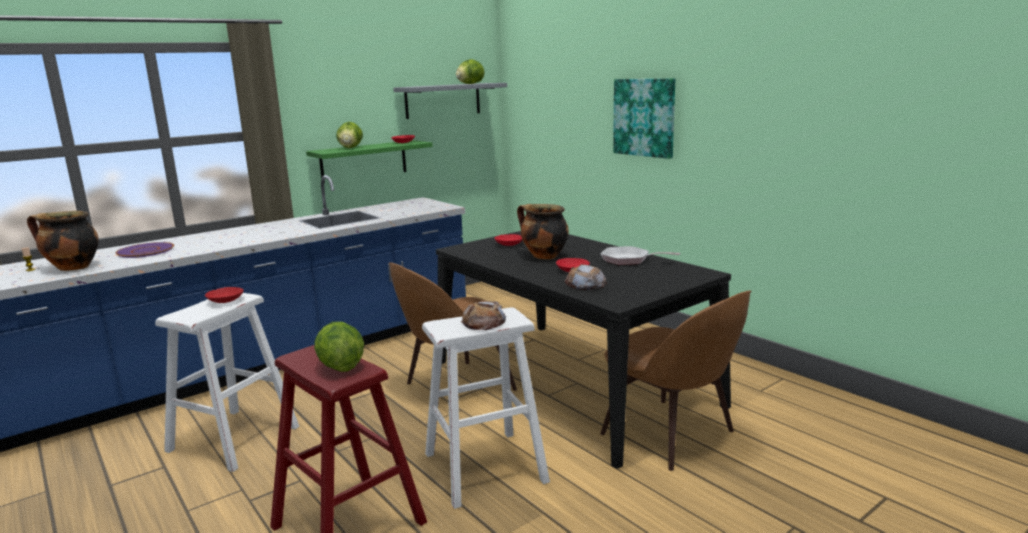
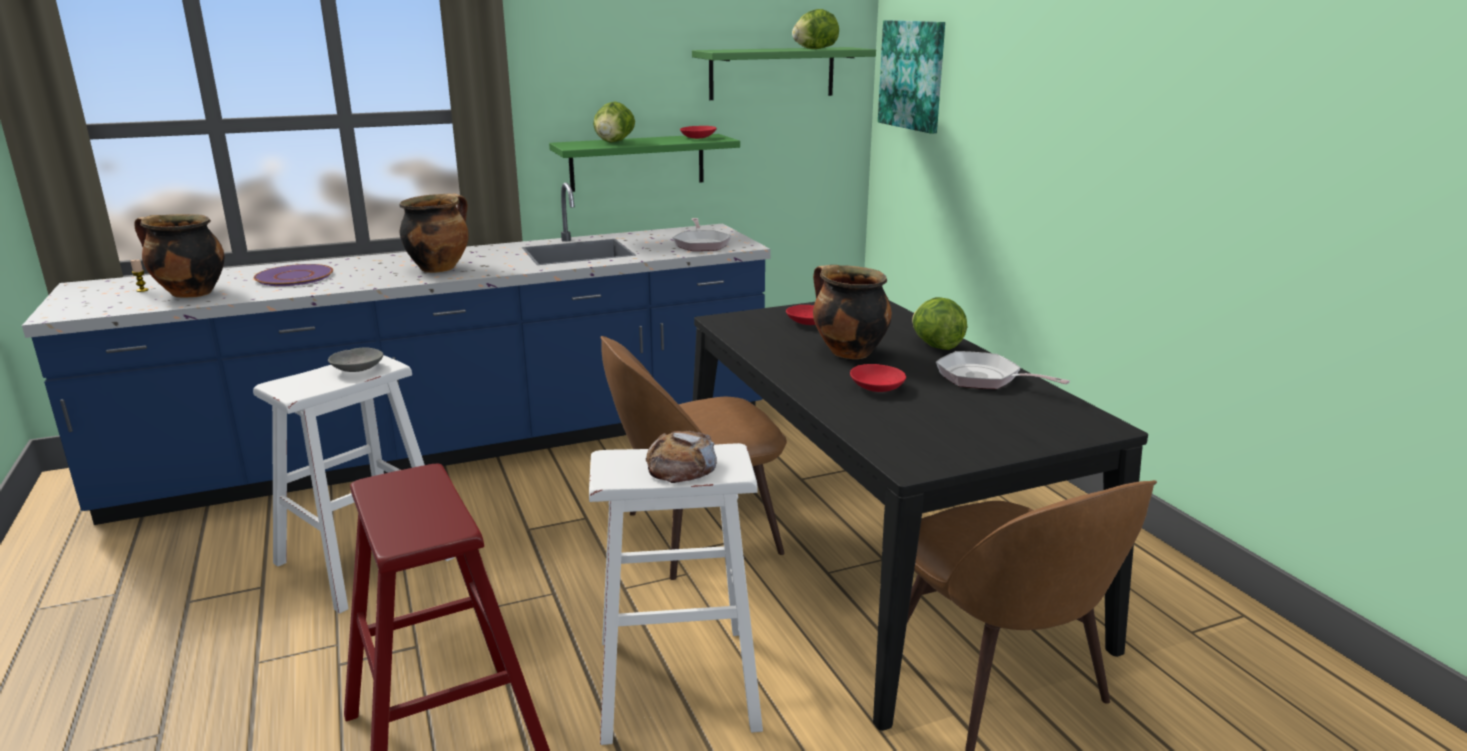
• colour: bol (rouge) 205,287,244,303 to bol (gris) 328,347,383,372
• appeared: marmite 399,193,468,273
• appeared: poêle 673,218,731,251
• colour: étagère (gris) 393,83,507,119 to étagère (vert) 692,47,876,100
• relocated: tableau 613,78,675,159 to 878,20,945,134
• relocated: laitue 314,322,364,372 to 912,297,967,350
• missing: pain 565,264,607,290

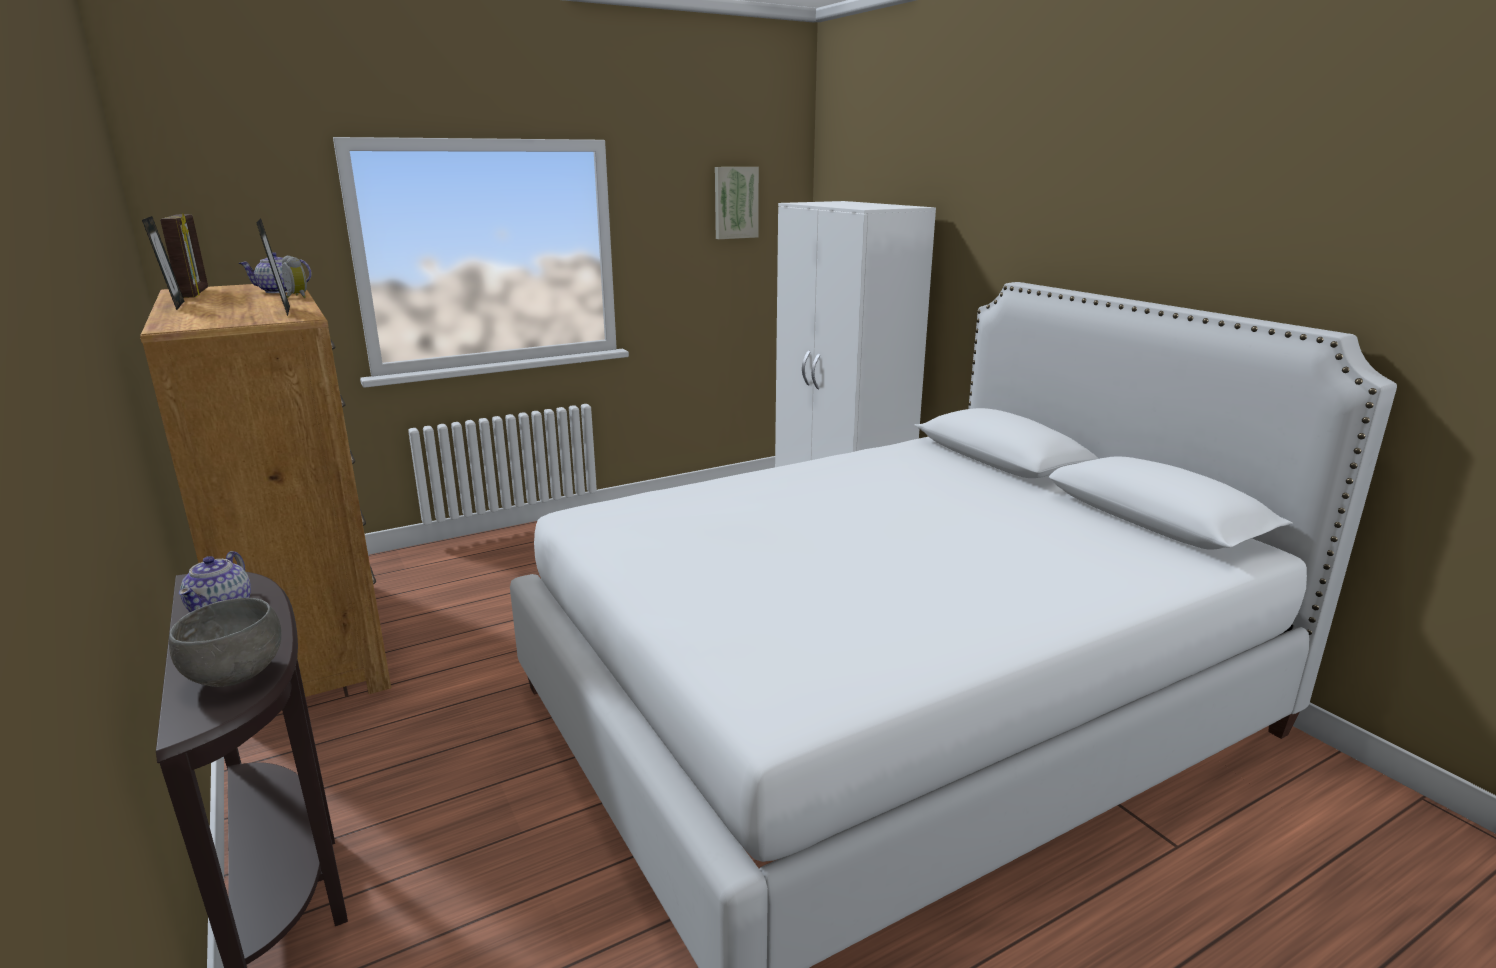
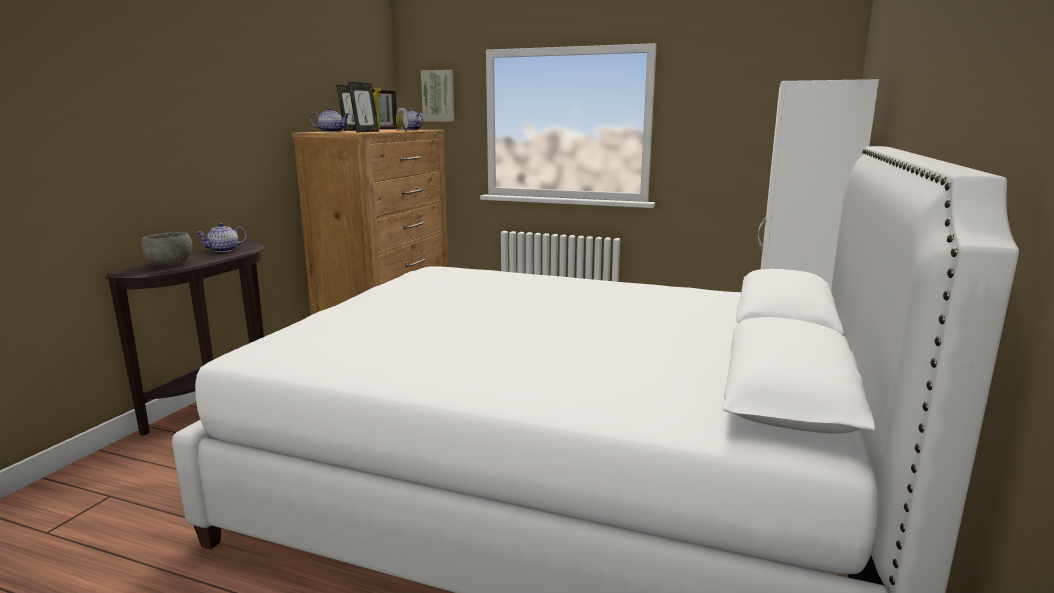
• appeared: théière 310,108,349,132
• relocated: tableau 715,167,759,239 to 421,70,454,121

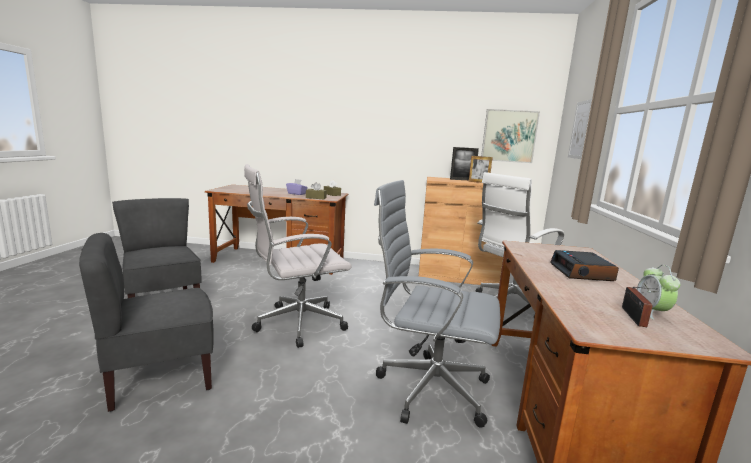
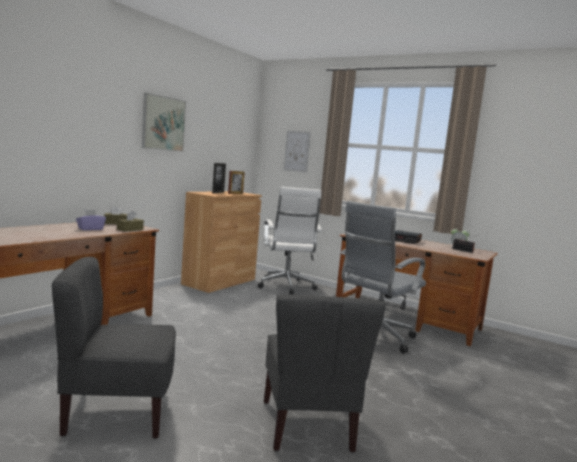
• relocated: tableau 481,109,540,163 to 142,92,186,152
• missing: chaise de bureau (blanc) 244,164,352,348

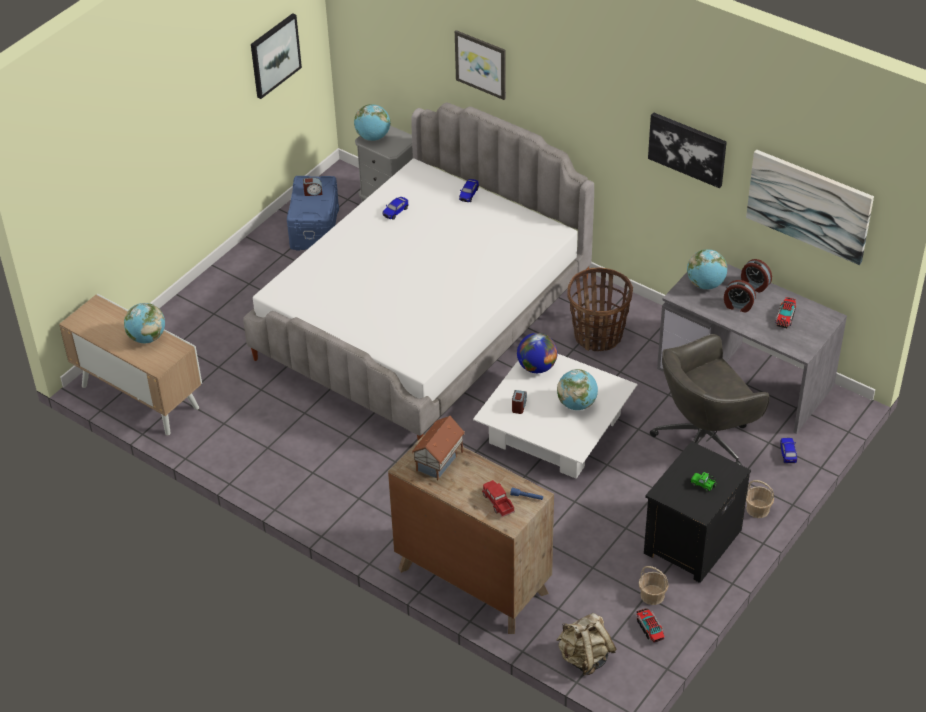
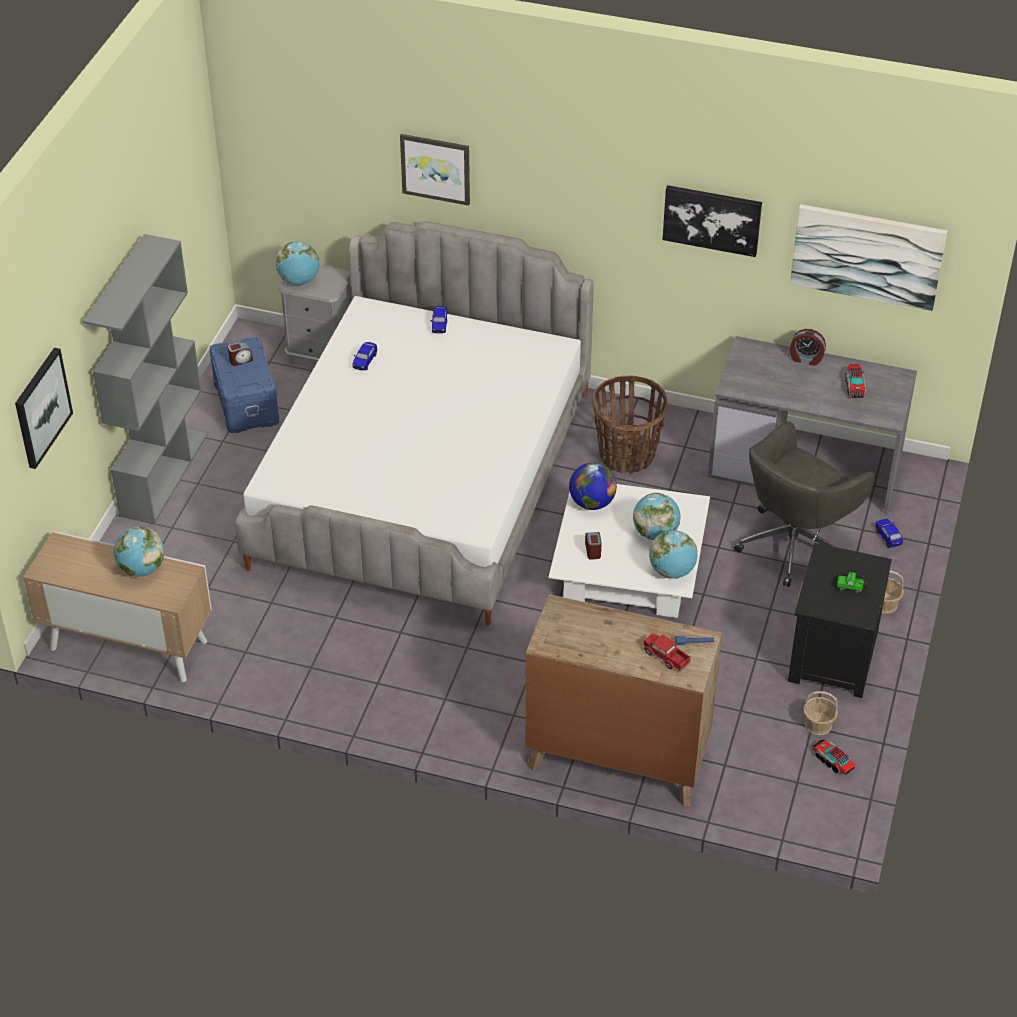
• relocated: tableau 251,13,302,99 to 15,348,73,469
• appeared: bibliothèque (gris) 83,234,207,524
• relocated: globe 687,249,727,290 to 649,530,698,579
• missing: maison miniature 411,416,465,480
• missing: sac à dos (beige) 557,613,617,675
• missing: réveil 724,280,756,313

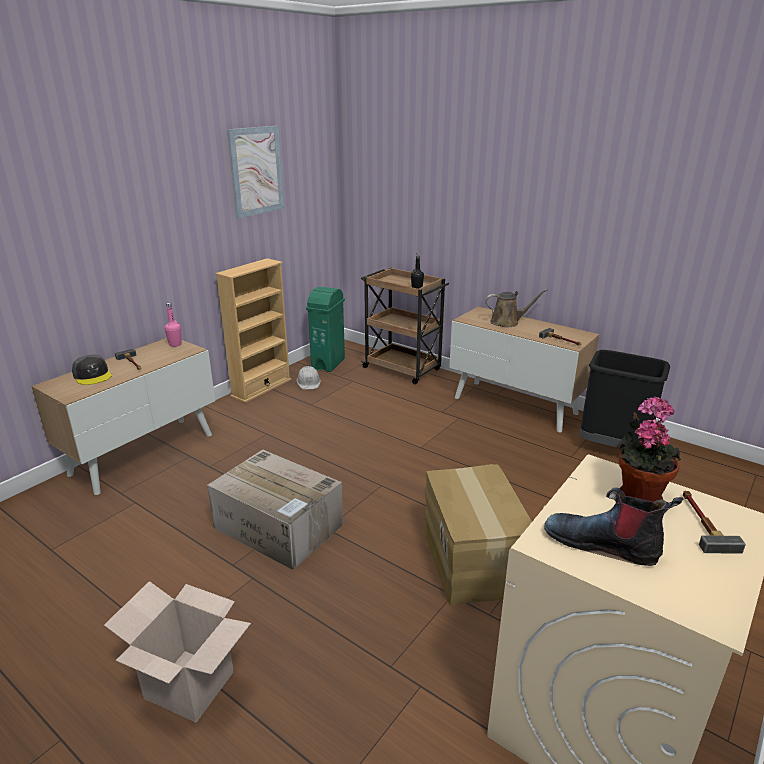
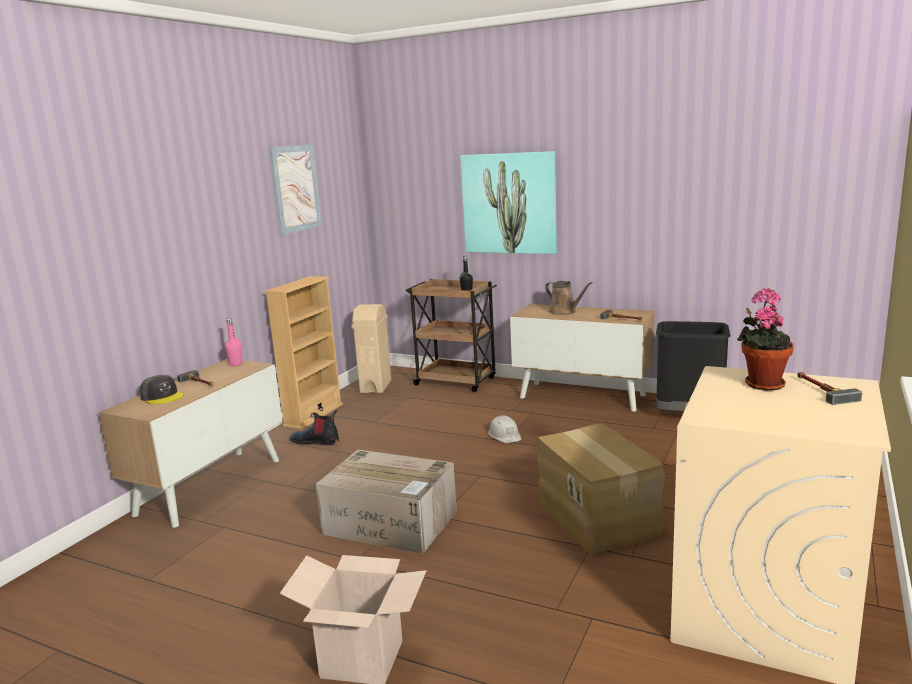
• relocated: botte 544,488,683,566 to 290,410,339,445
• colour: poubelle (vert) 306,287,345,372 to poubelle (beige) 351,304,391,393
• appeared: tableau 460,151,557,254
• relocated: casque de chantier (blanc) 297,366,321,390 to 488,415,521,443
• spun: arrosoir (marron) 485,289,548,327 = 545,281,593,315 60 degrees clockwise

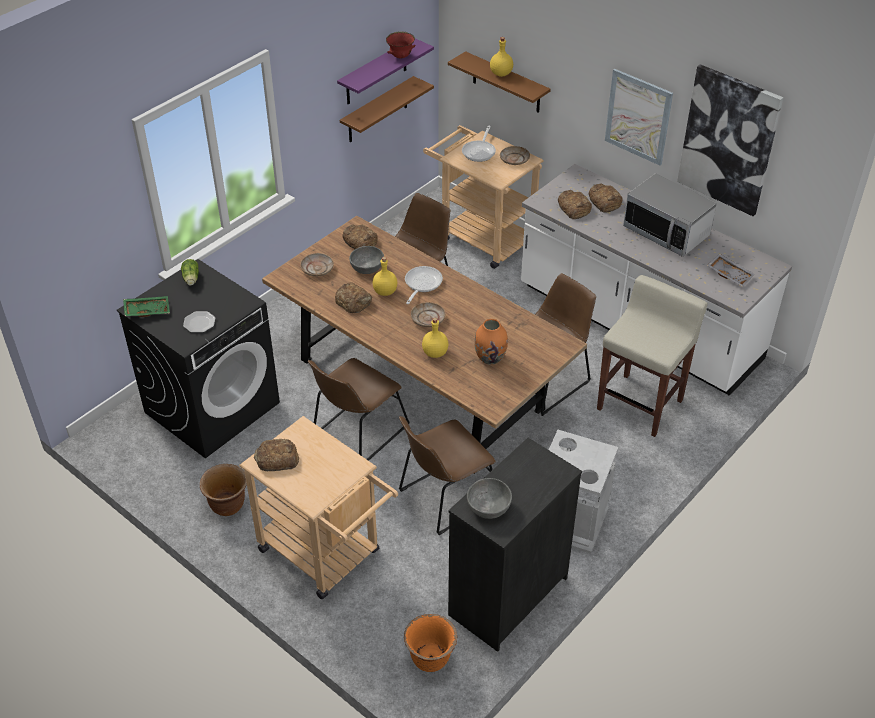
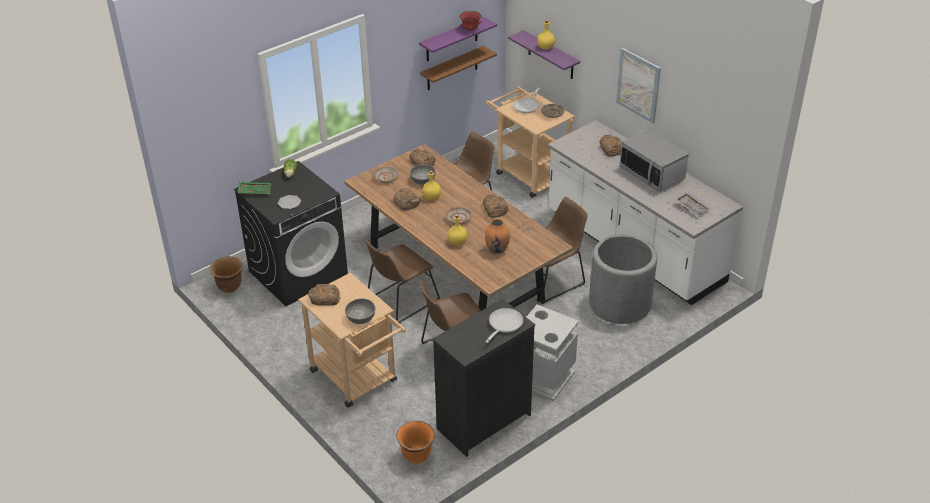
• relocated: cache-pot (marron) 200,464,247,516 to 210,256,243,293
• relocated: bol (gris) 467,478,512,519 to 345,298,375,324
• relocated: pain 558,190,592,219 to 483,194,508,218
• relocated: poêle 405,266,443,304 to 485,308,523,343
• colour: étagère (marron) 448,51,551,113 to étagère (violet) 508,30,580,79
• exchanged: tabouret (beige) 597,275,708,437 to cache-pot (gris) 589,235,657,324
• missing: tableau 677,64,784,216

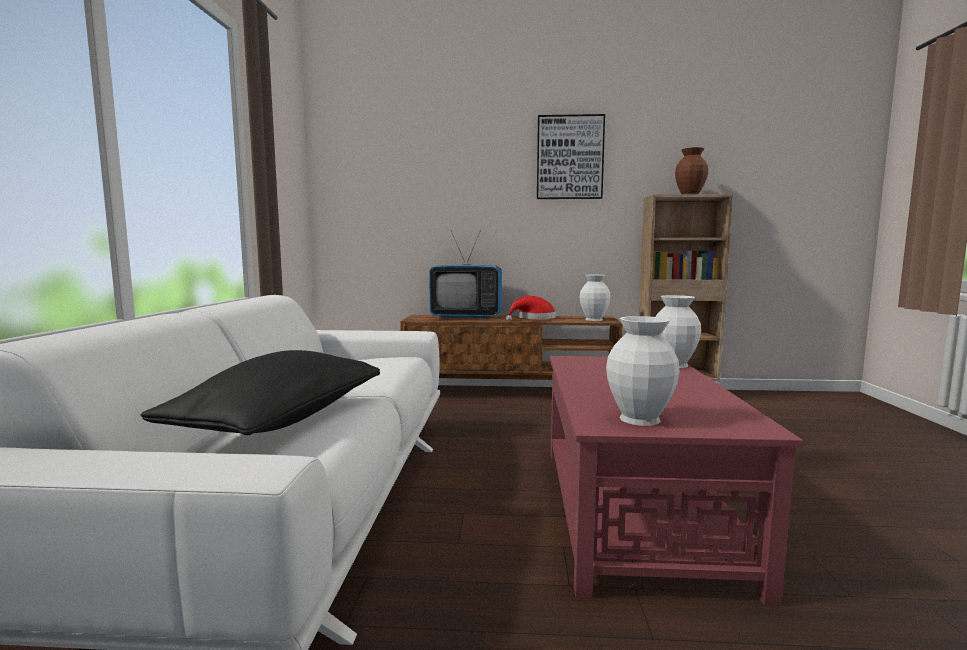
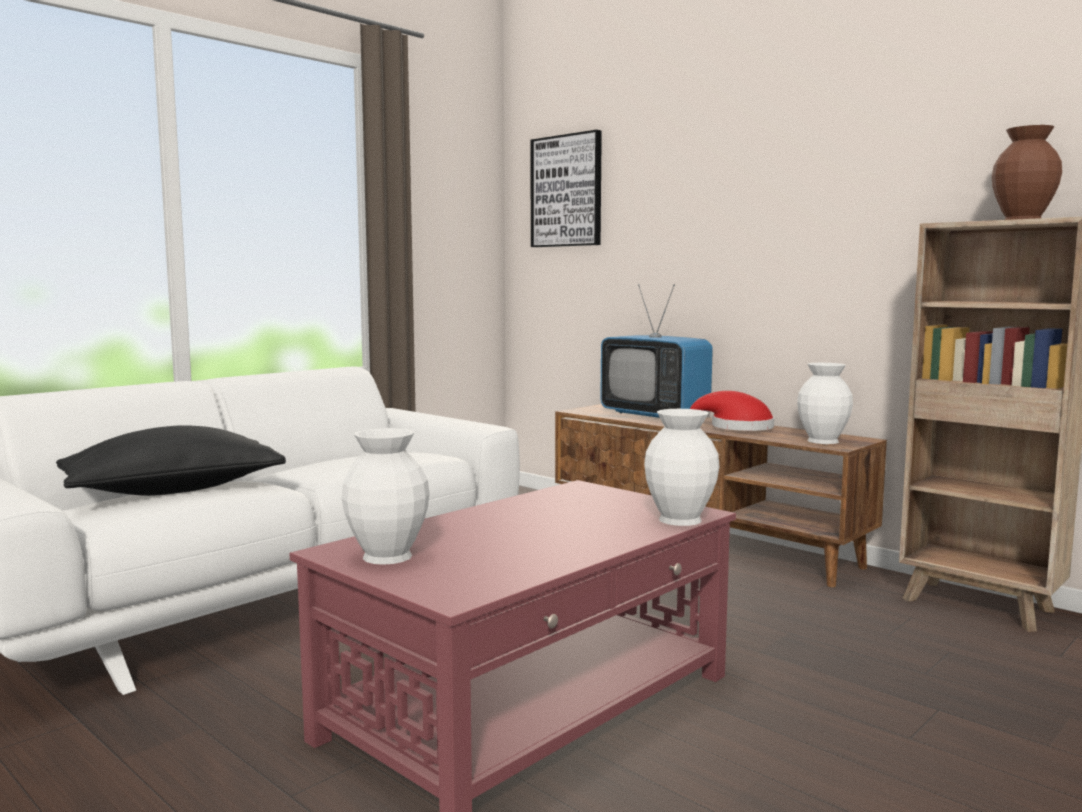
• relocated: tableau 537,114,605,199 to 531,130,602,247

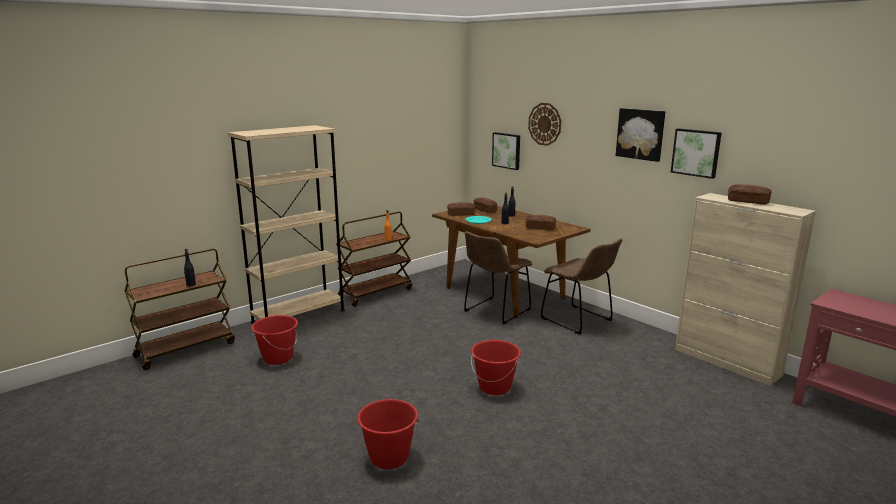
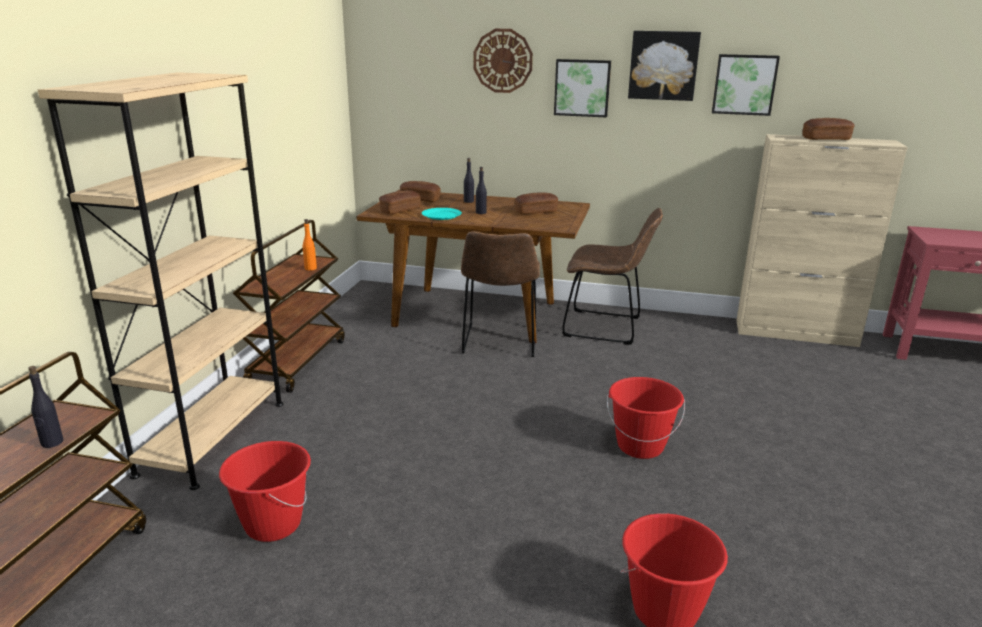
• relocated: tableau 492,132,520,170 to 554,59,611,118

